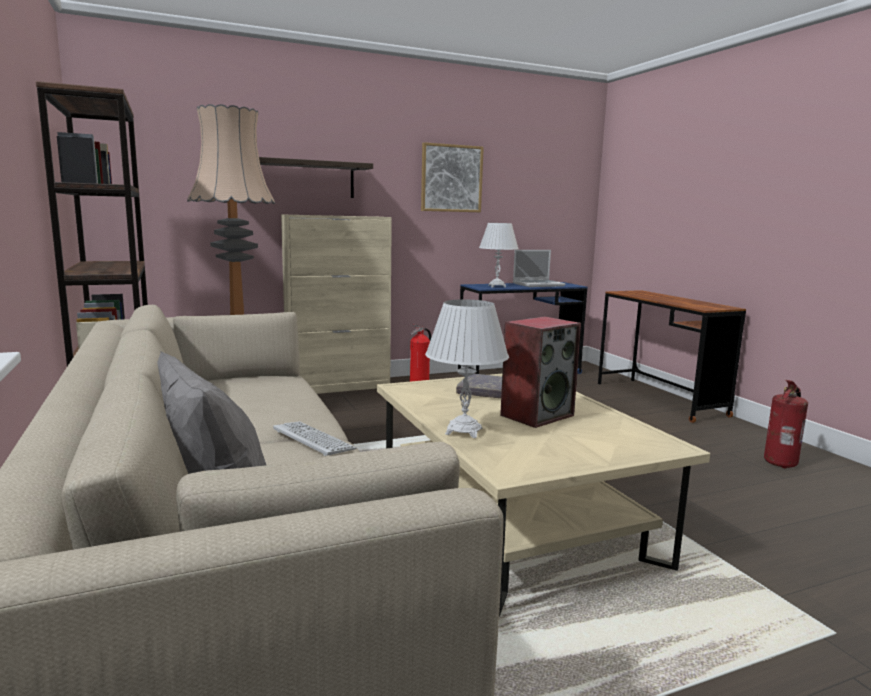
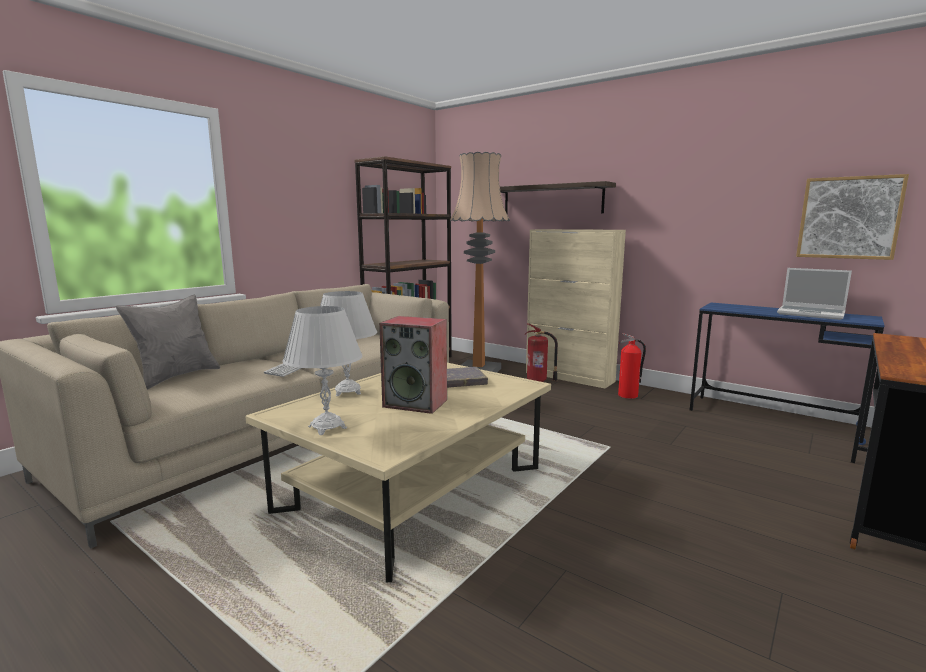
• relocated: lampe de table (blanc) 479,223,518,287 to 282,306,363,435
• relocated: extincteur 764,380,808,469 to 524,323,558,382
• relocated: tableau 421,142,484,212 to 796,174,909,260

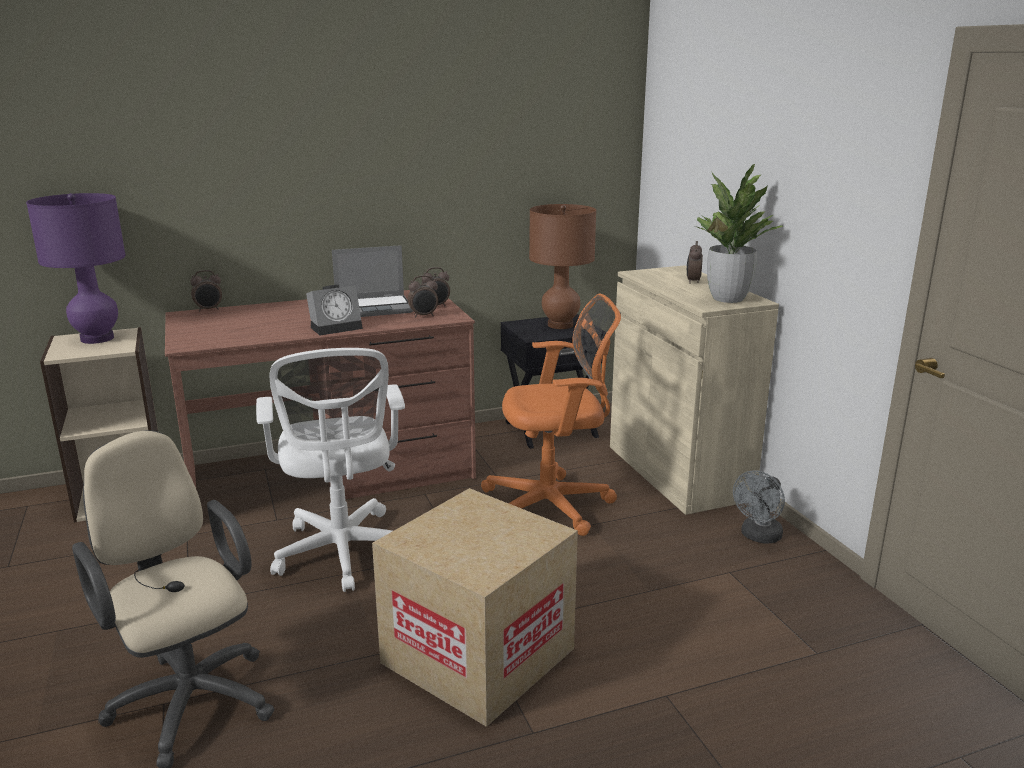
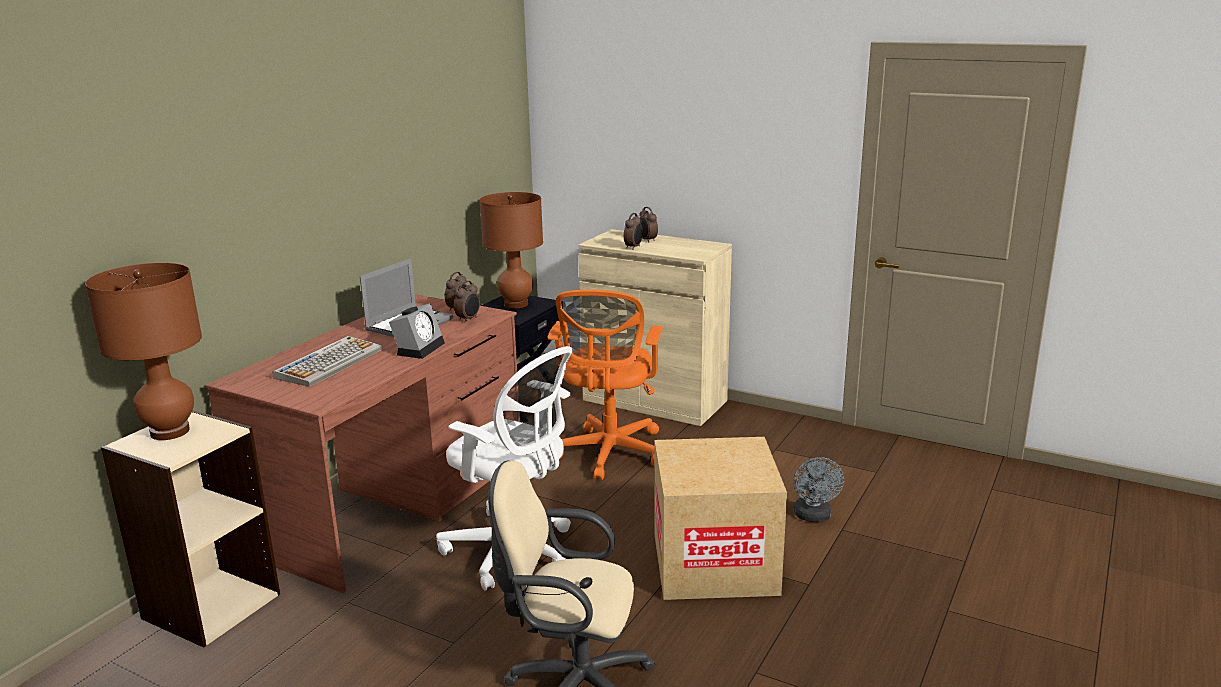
• colour: lampe de table (violet) 26,193,126,344 to lampe de table (marron) 85,263,202,440
• appeared: clavier 272,336,382,387
• spun: chaise de bureau (orange) 481,294,621,536 = 547,290,663,480 150 degrees clockwise
• relocated: réveil 190,270,222,311 to 624,213,643,250
• relocated: ventilateur (gris) 733,470,785,544 to 794,457,844,522
• missing: plante en pot 695,164,783,303

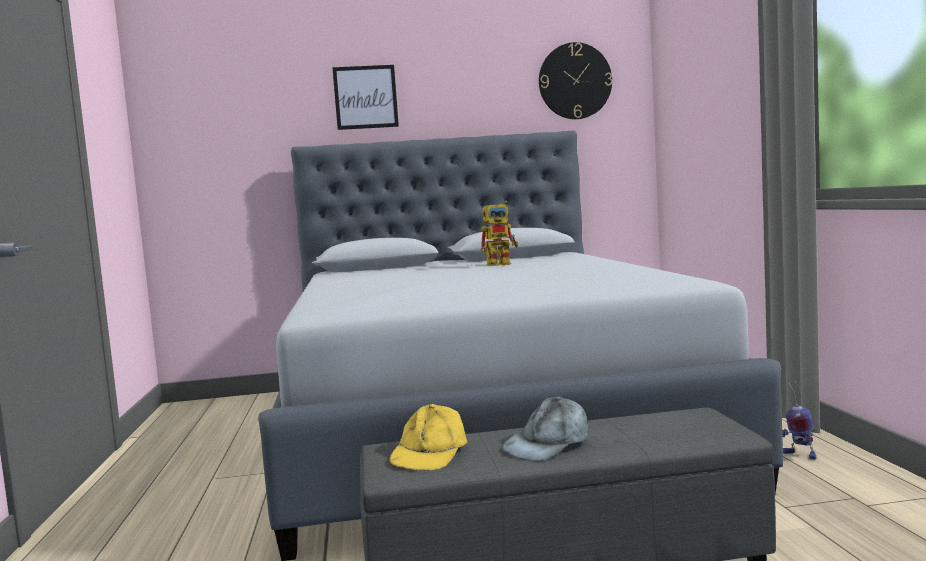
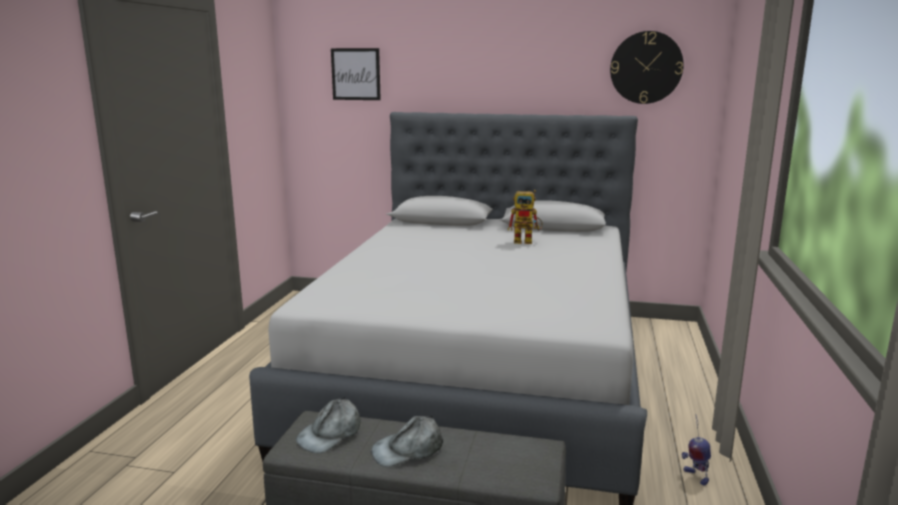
• colour: casquette (jaune) 390,404,467,471 to casquette (gris) 296,397,361,454
• relocated: tableau 332,65,399,130 to 331,48,381,100

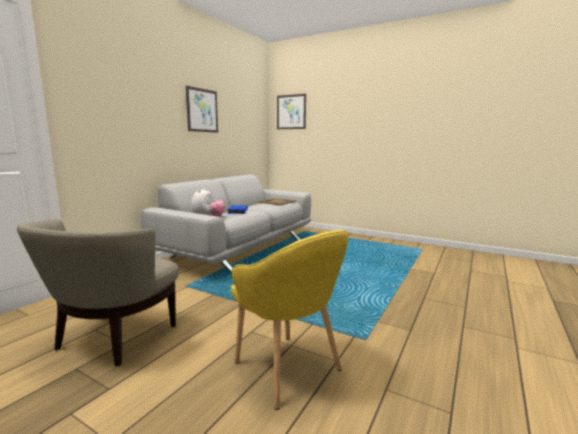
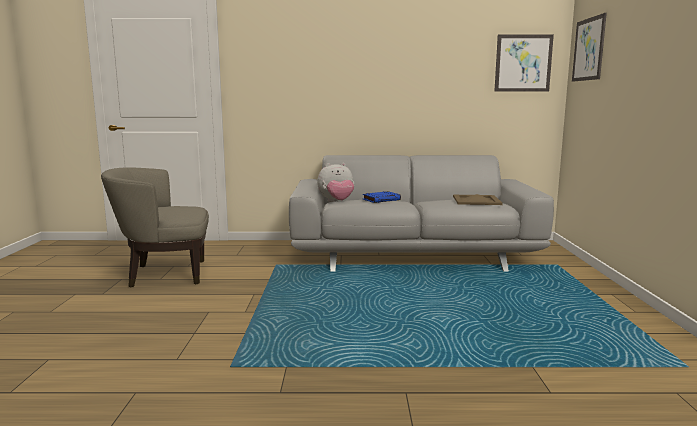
• relocated: tableau 186,86,218,133 to 495,34,554,91
• missing: fauteuil (jaune) 231,230,348,410

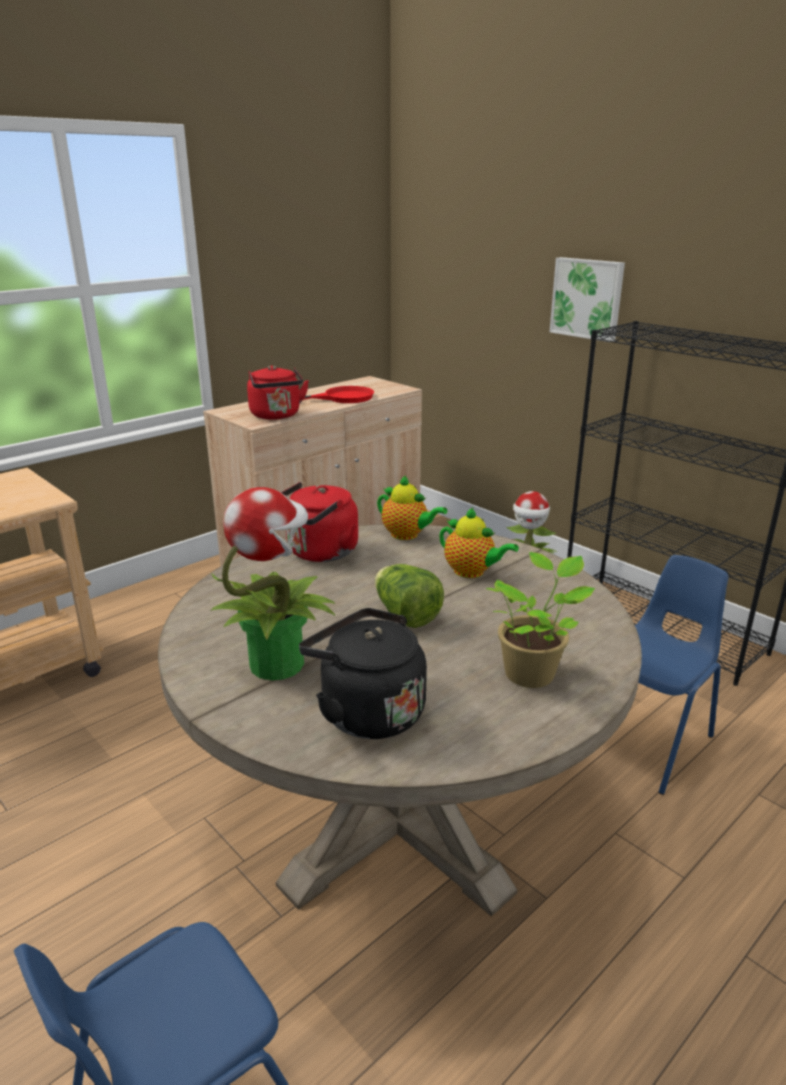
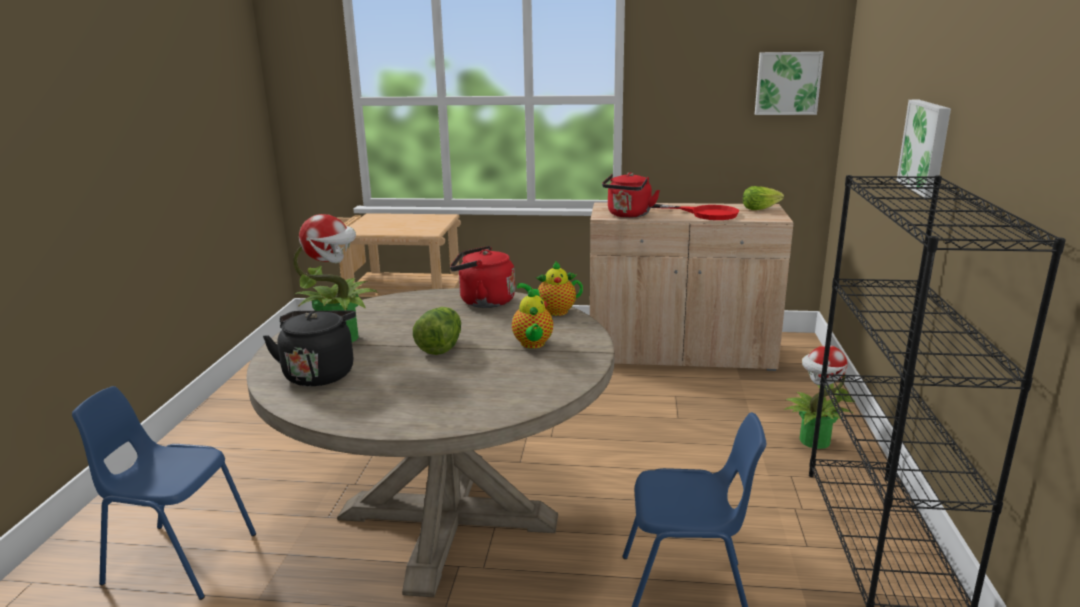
• spun: théière 377,476,447,540 = 517,261,583,316 90 degrees clockwise
• appeared: laitue 743,186,784,210
• appeared: tableau 755,52,824,115
• missing: plante en pot 486,552,595,688

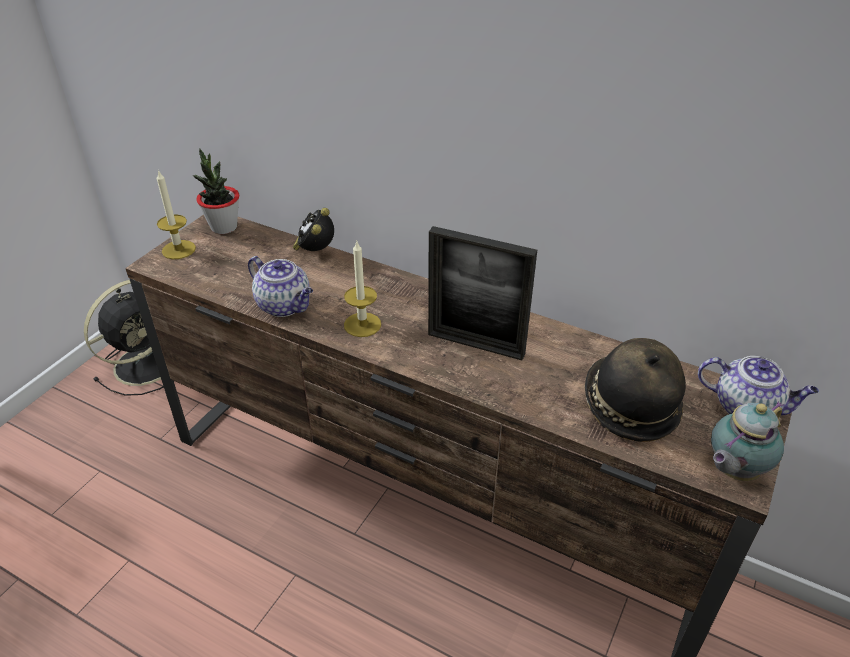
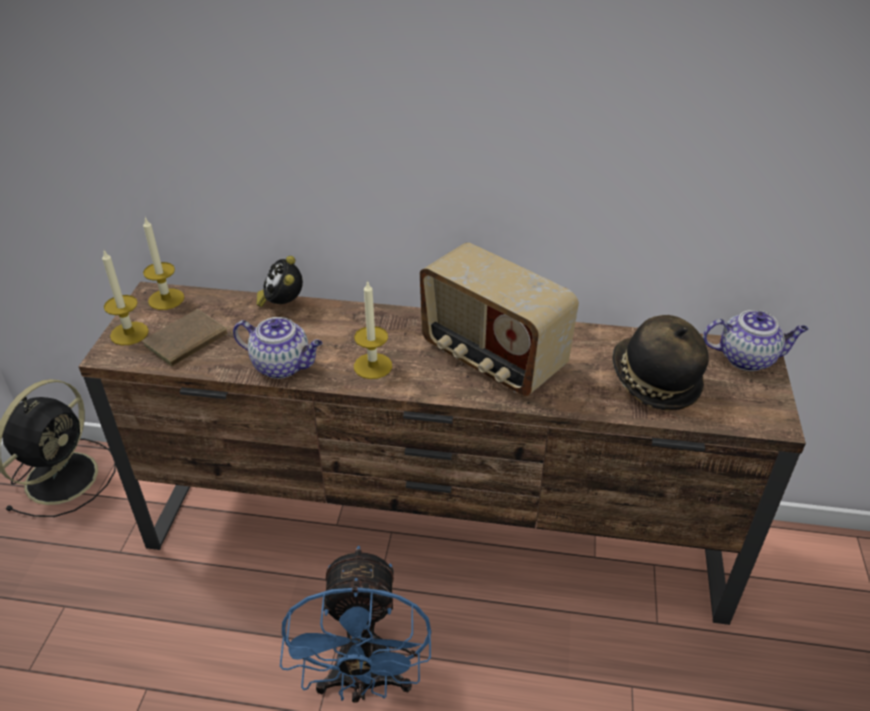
• appeared: livre (marron) 142,309,233,367
• exchanged: plante en pot 193,148,239,234 to bougie 143,217,185,310
• appeared: ventilateur (bleu) 280,546,431,703
• exchanged: cadre photo 428,226,537,360 to radio 420,242,579,396
• missing: théière 711,401,784,481

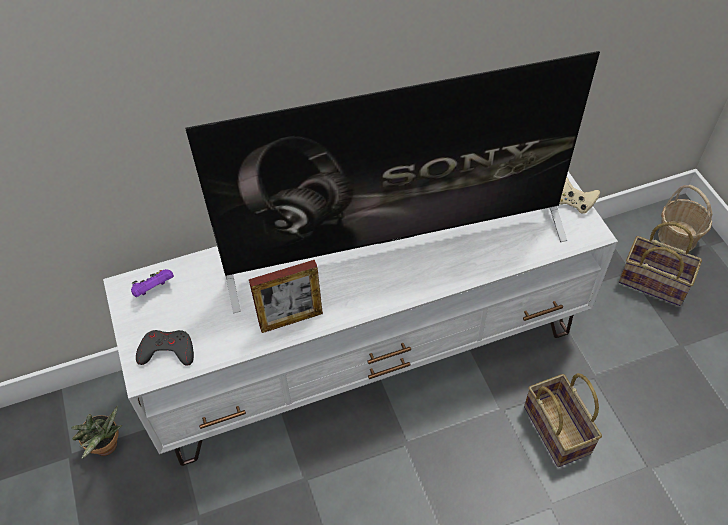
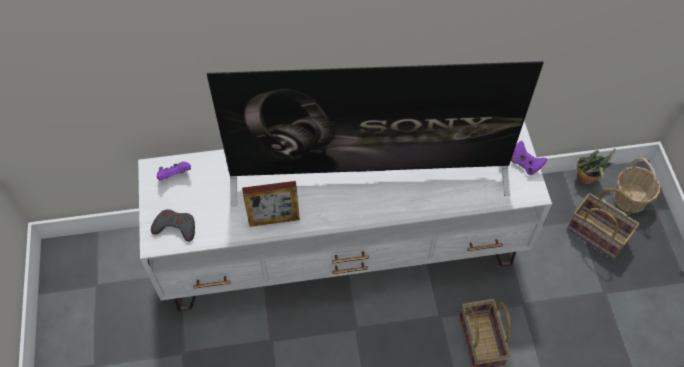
• colour: manette (beige) 559,177,600,214 to manette (violet) 511,141,547,175
• relocated: plante en pot 71,406,123,459 to 577,148,616,185

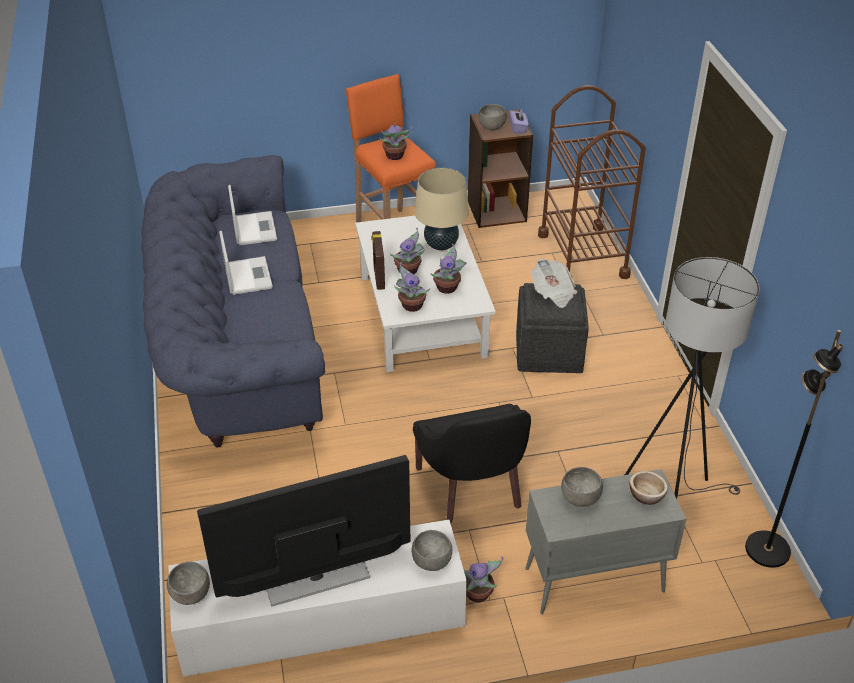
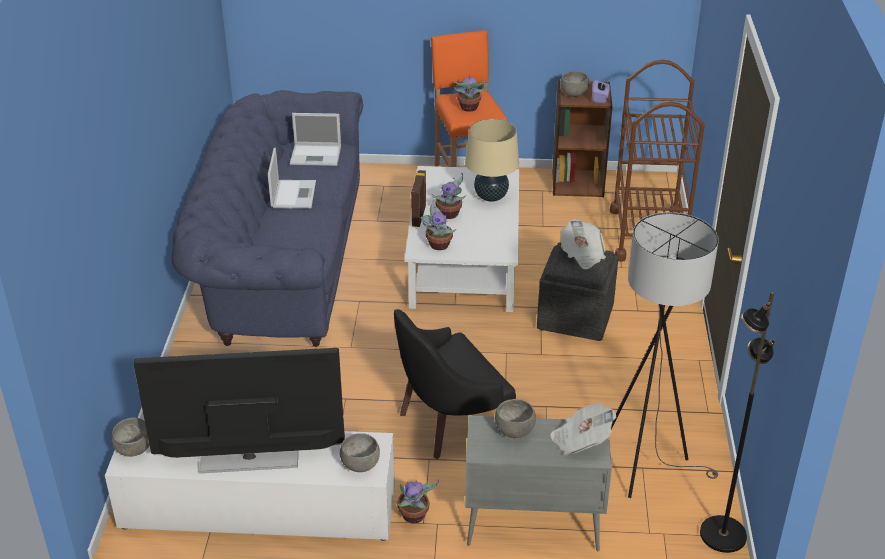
• spun: ordinateur portable 228,185,277,245 = 290,113,341,166 90 degrees clockwise
• spun: fauteuil (noir) 413,404,531,523 = 394,309,516,459 60 degrees clockwise
• exchanged: bol 630,471,668,505 to journal 550,403,616,455
• missing: plante en pot 430,244,466,294

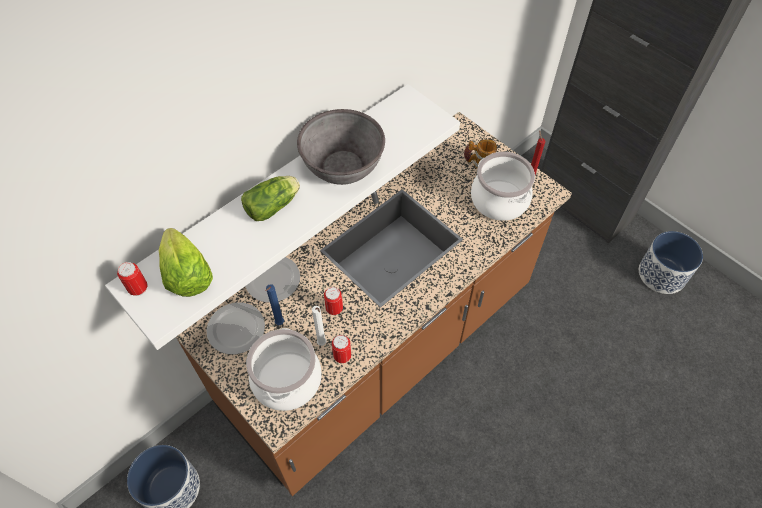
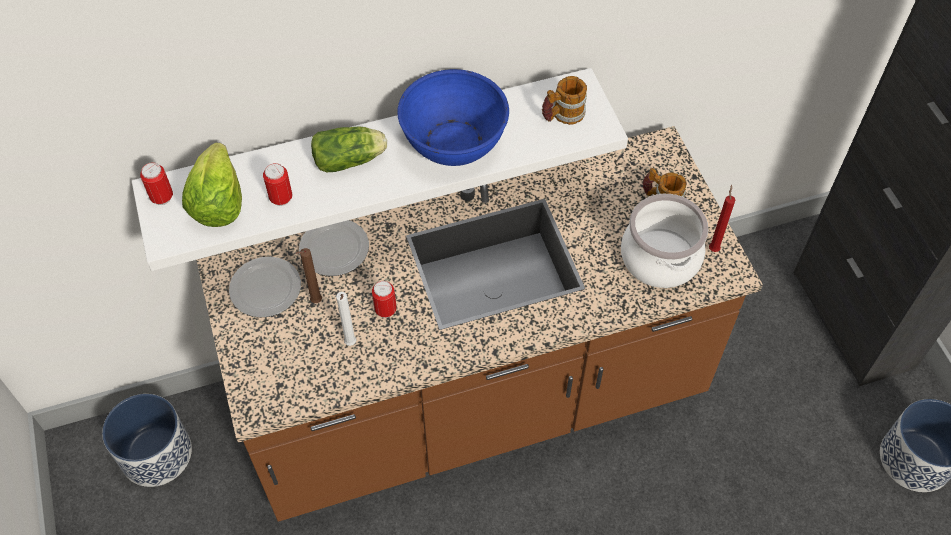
• relocated: boîte métallique 332,335,351,363 to 263,163,293,206
• colour: bougie (bleu) 266,284,284,325 to bougie (marron) 296,248,322,303
• colour: bol (gris) 297,109,385,185 to bol (bleu) 397,69,509,166
• appeared: mug 542,76,587,125
• missing: marmite 246,328,322,411

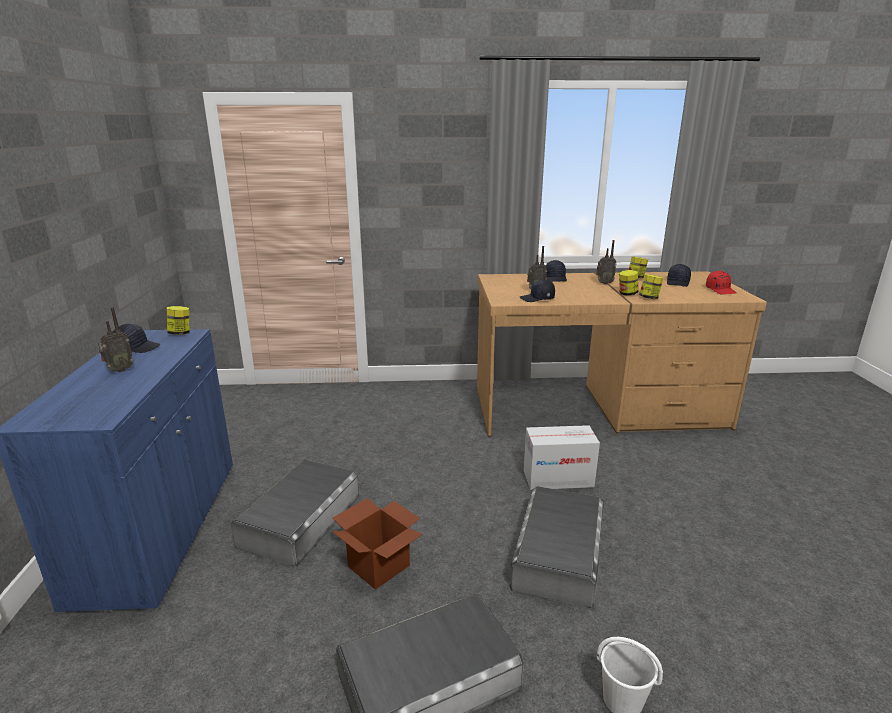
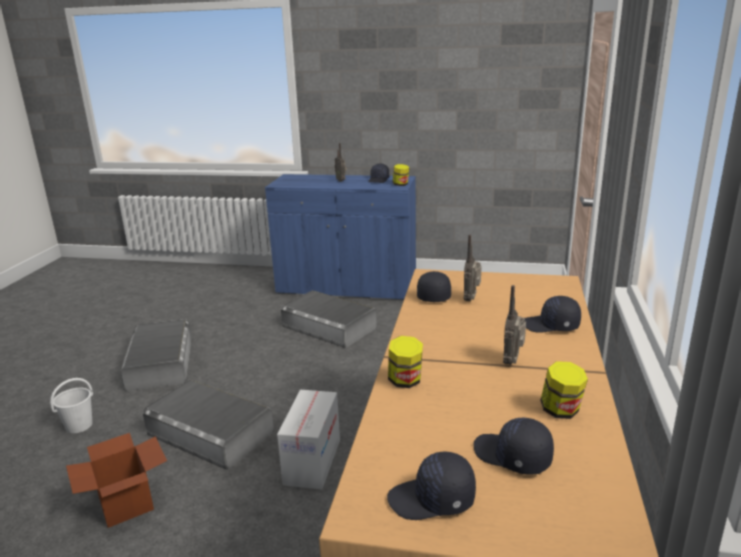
• relocated: carton 332,498,423,590 to 66,433,167,528
• colour: casquette (rouge) 706,271,737,295 to casquette (noir) 387,451,476,520
• missing: bocal 619,270,638,296

